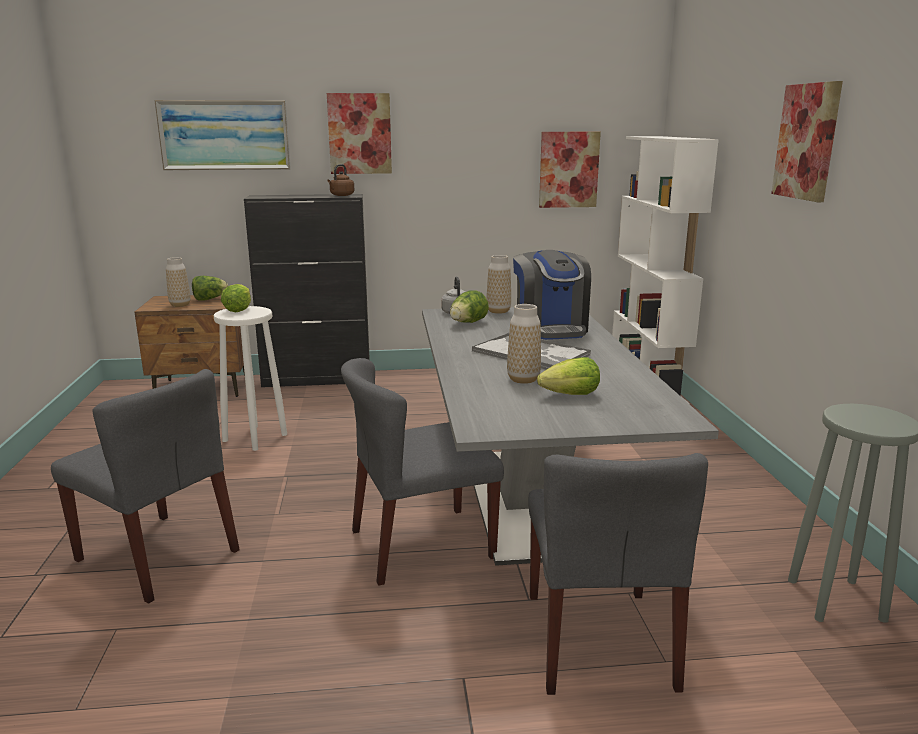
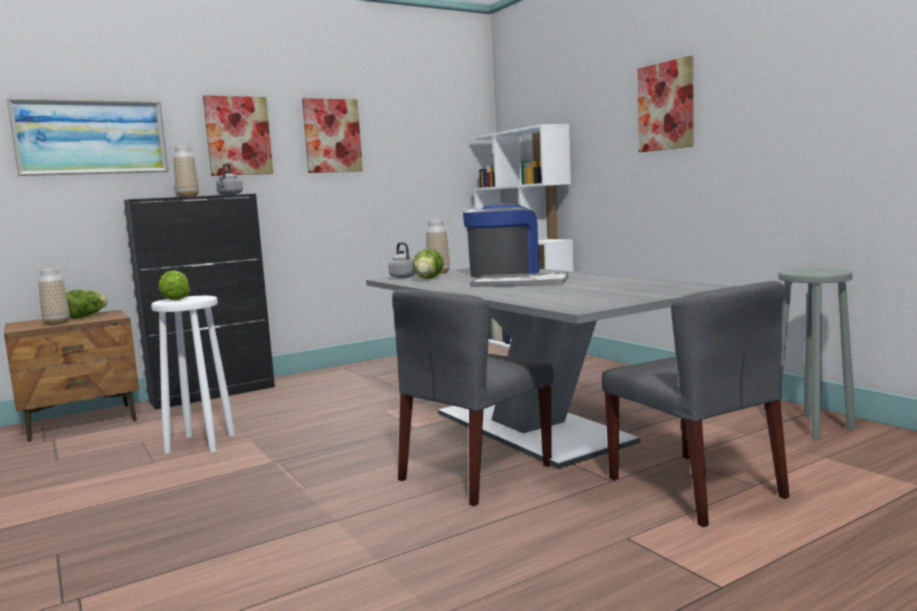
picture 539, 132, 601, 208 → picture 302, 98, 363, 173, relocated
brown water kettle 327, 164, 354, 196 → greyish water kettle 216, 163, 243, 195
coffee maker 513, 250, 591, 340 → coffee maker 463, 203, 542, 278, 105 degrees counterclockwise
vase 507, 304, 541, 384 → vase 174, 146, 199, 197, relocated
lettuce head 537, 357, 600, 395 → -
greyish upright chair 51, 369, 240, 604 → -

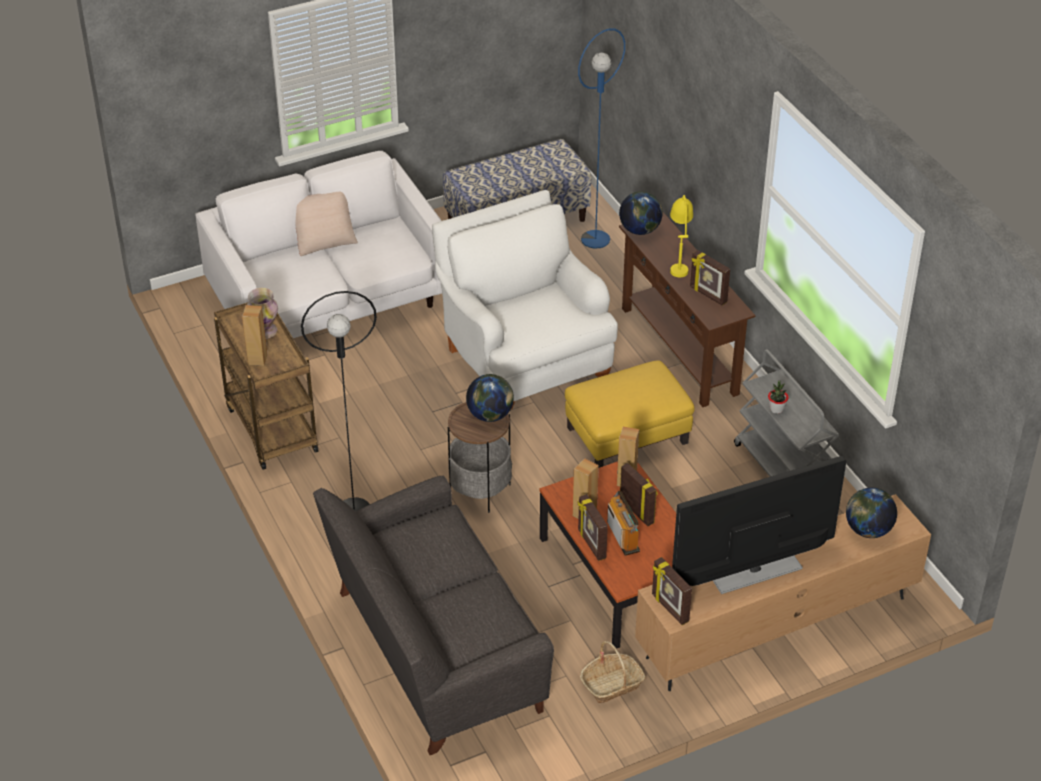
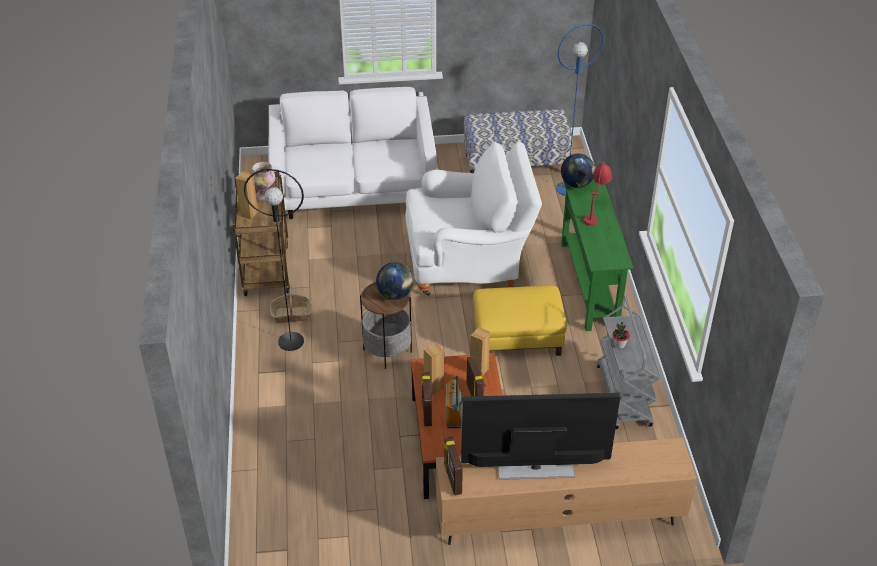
white-coloured armchair 432, 190, 618, 409 → white-coloured armchair 405, 142, 542, 296, 90 degrees clockwise
beige-coloured pillow 296, 192, 358, 256 → -
yellow-coloured table lamp 670, 195, 693, 277 → reddish table lamp 584, 161, 612, 226
brown console table 619, 212, 755, 407 → green-coloured console table 561, 179, 633, 331
standing frame 690, 250, 730, 305 → -
greyish sofa 313, 476, 554, 755 → -
globe 846, 488, 897, 538 → -
household basket 580, 641, 645, 703 → household basket 270, 283, 312, 323, relocated

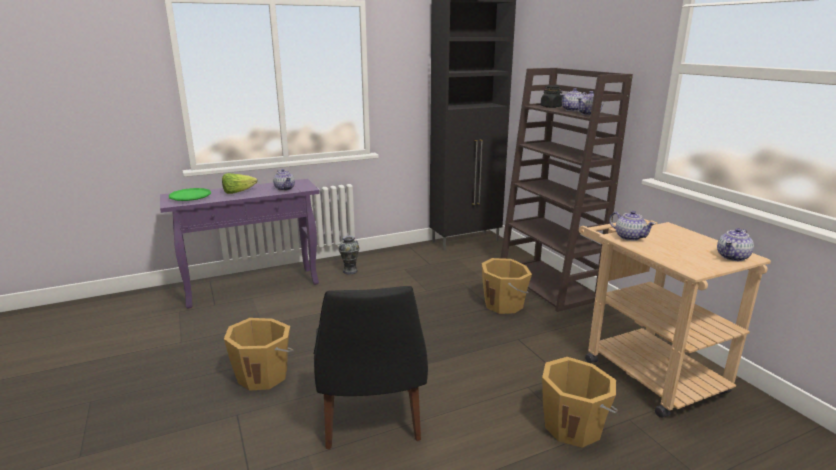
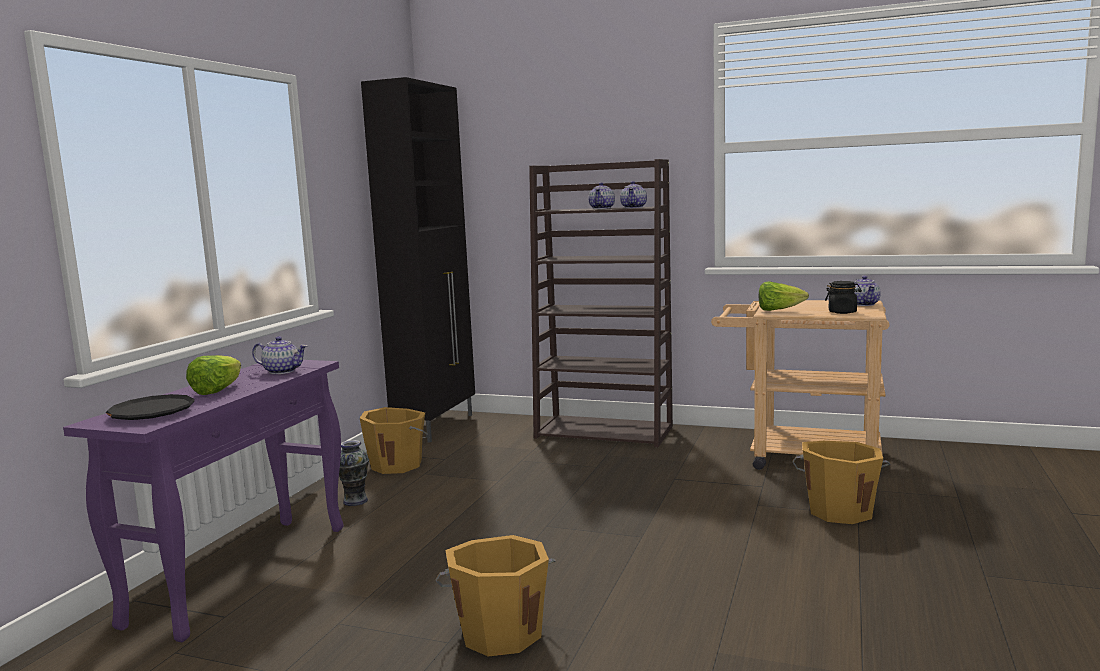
black-coloured jar 541, 85, 562, 108 → black-coloured jar 825, 281, 862, 314, relocated
green-coloured flat dish 169, 188, 211, 201 → black-coloured flat dish 106, 394, 195, 420
tea pot 609, 211, 656, 241 → lettuce head 759, 281, 809, 311
orange-coloured water bucket 482, 258, 532, 314 → orange-coloured water bucket 360, 407, 428, 474, relocated
black-coloured upright chair 314, 286, 428, 450 → -

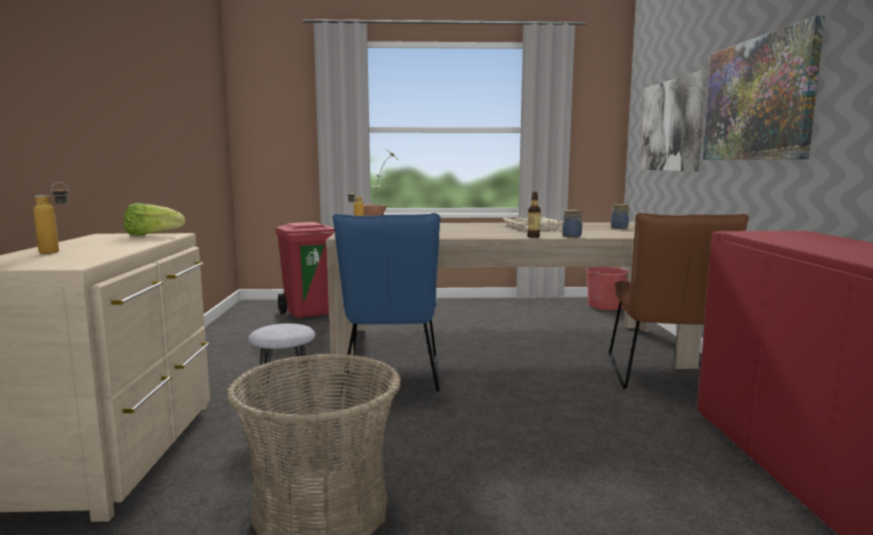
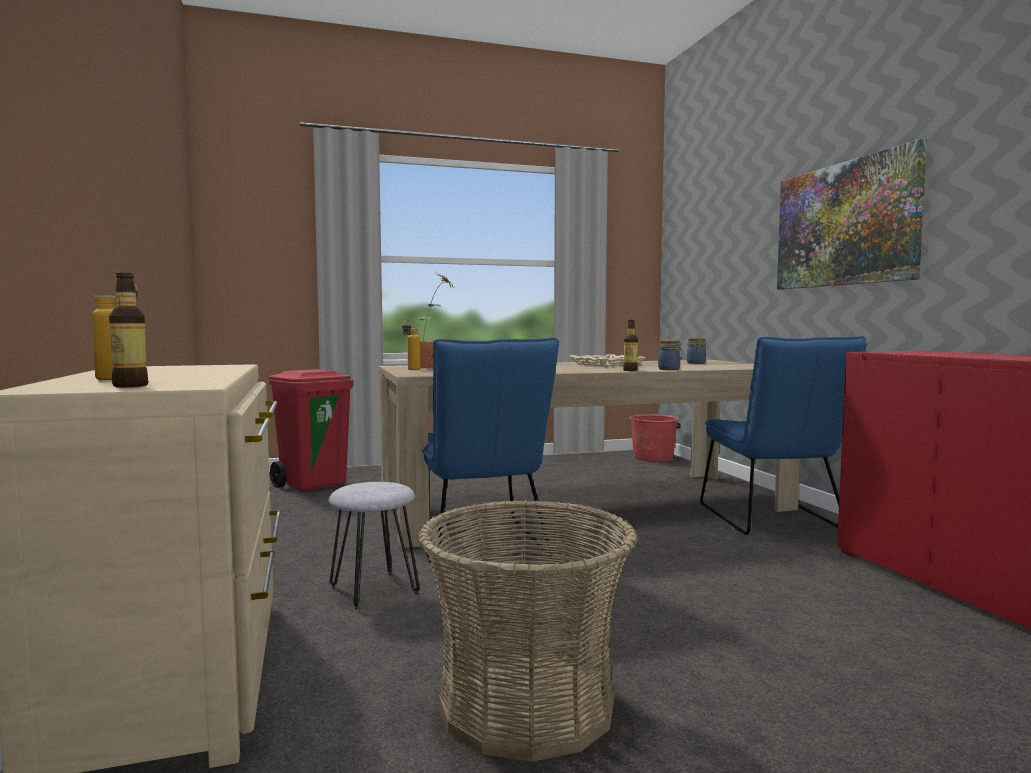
picture 640, 70, 707, 172 → -
lettuce head 124, 203, 185, 236 → -
brown upright chair 609, 213, 749, 389 → blue upright chair 700, 336, 866, 535
- → bottle 109, 271, 149, 387

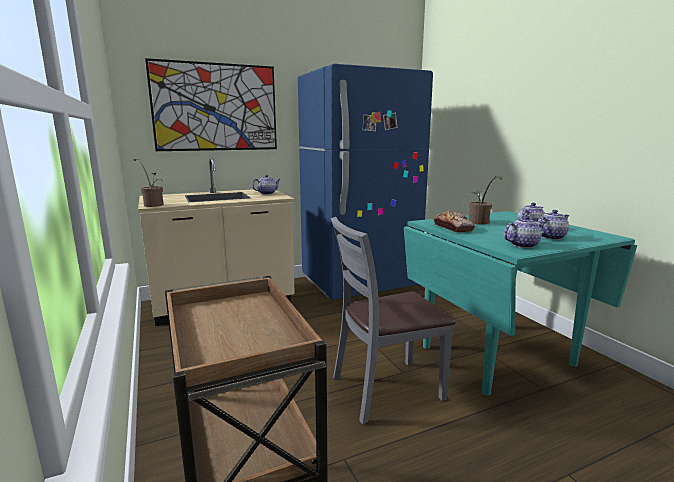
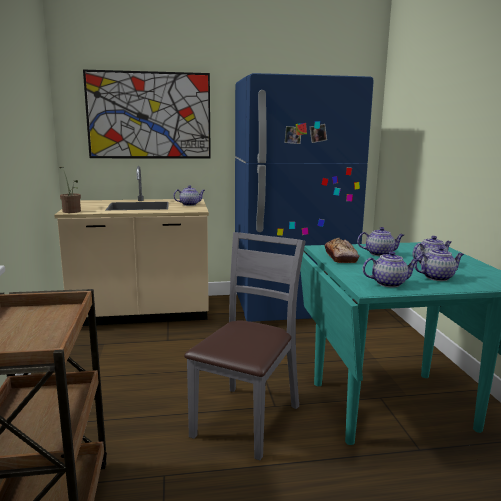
houseplant 469, 176, 502, 225 → tea pot 357, 227, 404, 256
greyish upright chair 331, 217, 456, 424 → greyish upright chair 184, 232, 306, 460, 120 degrees clockwise

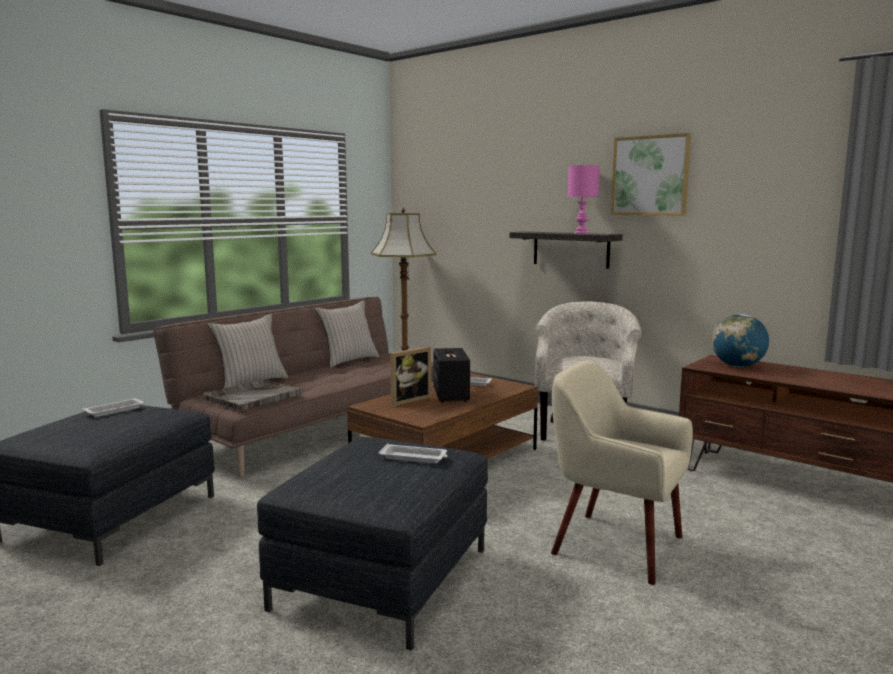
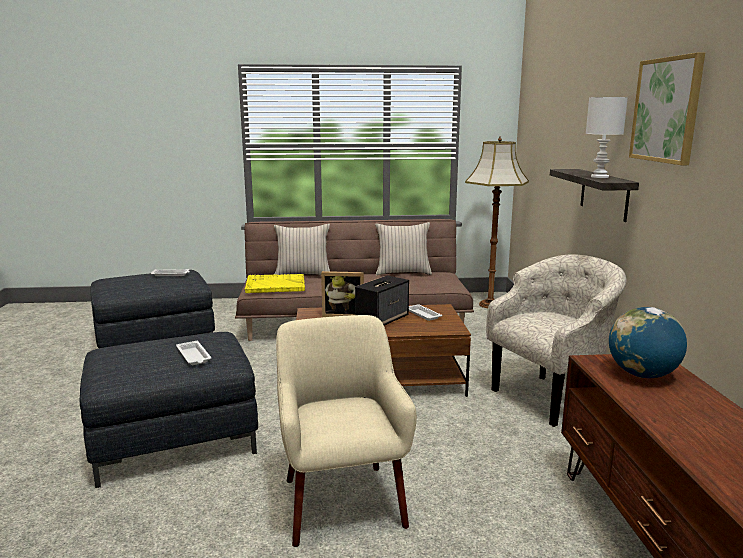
pinkish table lamp 568, 165, 600, 234 → white-coloured table lamp 586, 97, 628, 178
greyish carrying tray 203, 380, 303, 411 → yellow-coloured carrying tray 244, 274, 305, 293

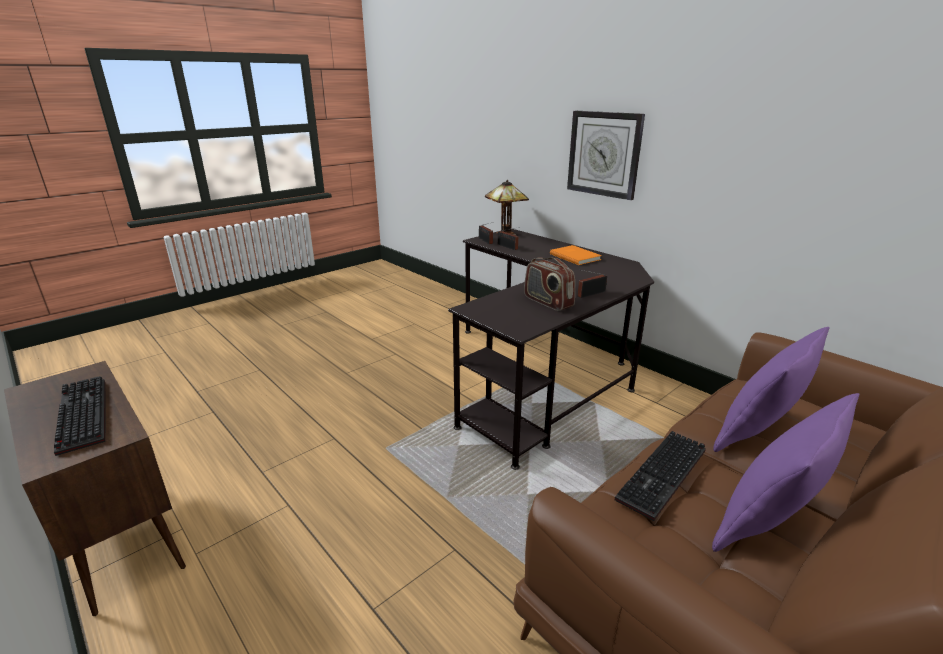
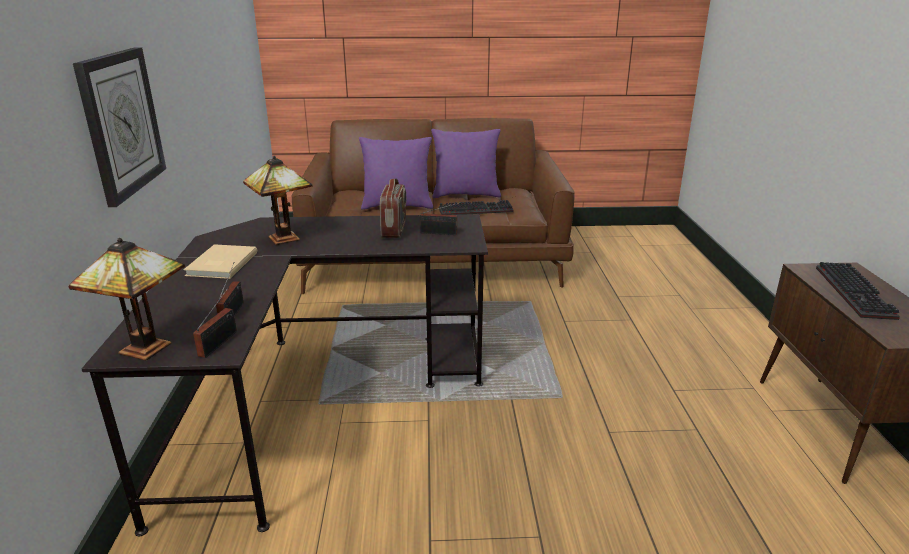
orange-coloured volume 550, 245, 602, 265 → beige-coloured volume 183, 244, 257, 279
radio receiver 577, 270, 607, 298 → radio receiver 419, 202, 462, 235, relocated
- → table lamp 243, 156, 313, 245

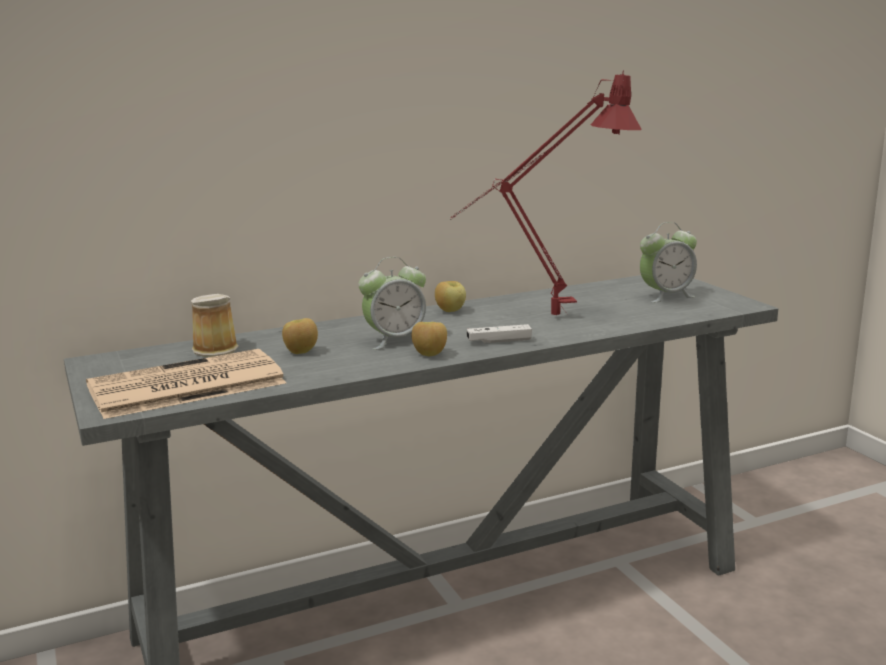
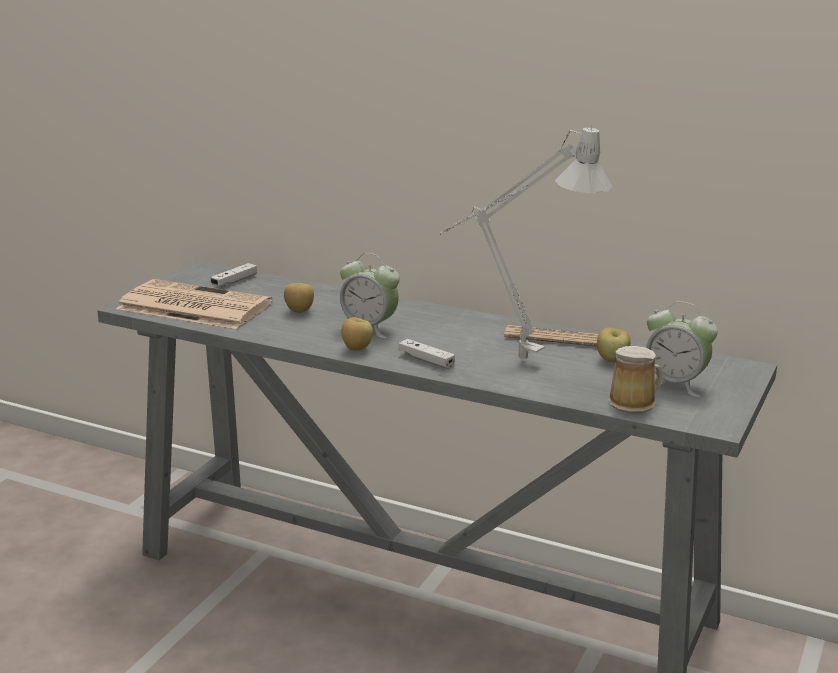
reddish table lamp 450, 70, 641, 315 → greyish table lamp 440, 125, 612, 359
apple 435, 281, 466, 312 → apple 597, 328, 630, 362, relocated
tea mug 191, 294, 238, 357 → tea mug 608, 346, 663, 413, relocated
- → white-coloured gamepad 210, 263, 257, 286
- → printed paper 504, 325, 599, 346

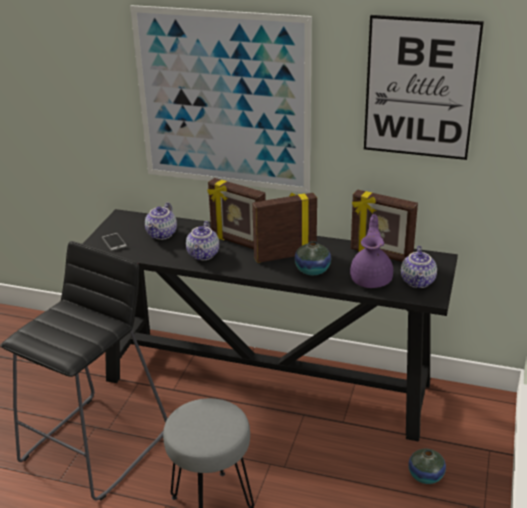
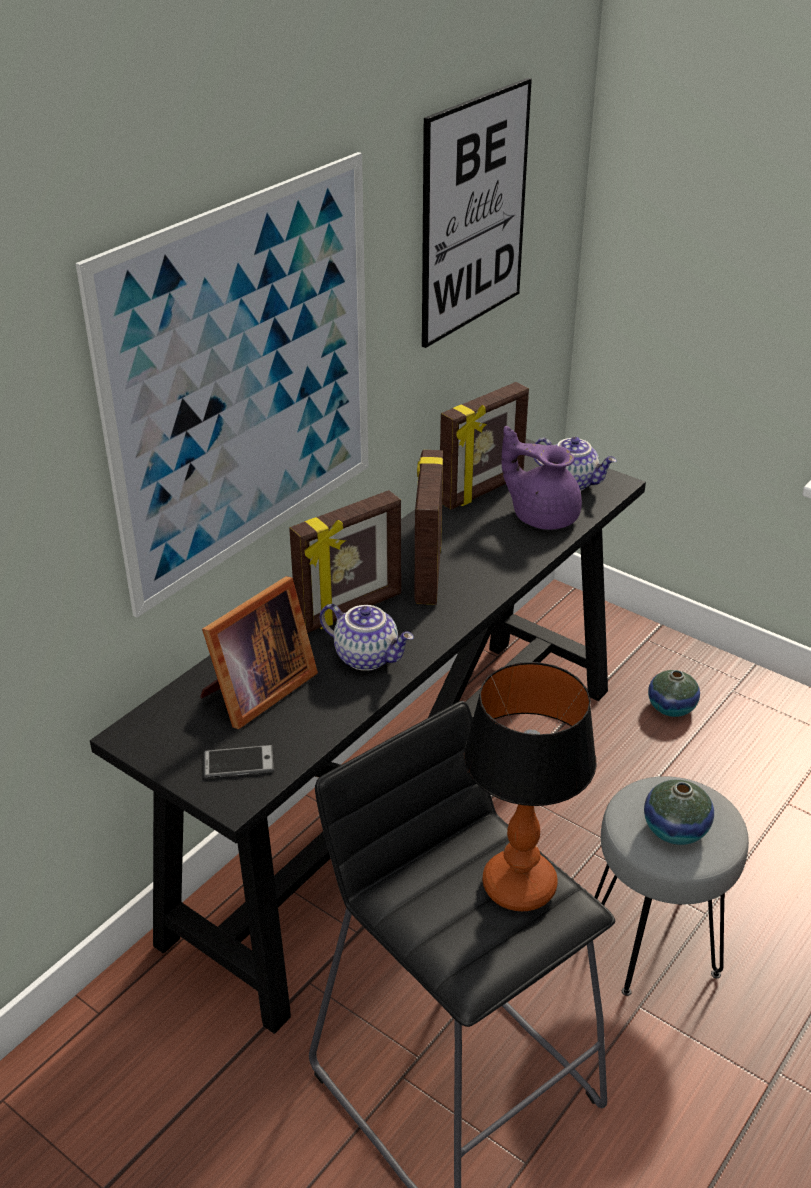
tea pot 145, 202, 177, 240 → standing frame 200, 576, 318, 729
vase 294, 241, 331, 275 → vase 644, 780, 714, 845, relocated
- → table lamp 464, 662, 597, 911

